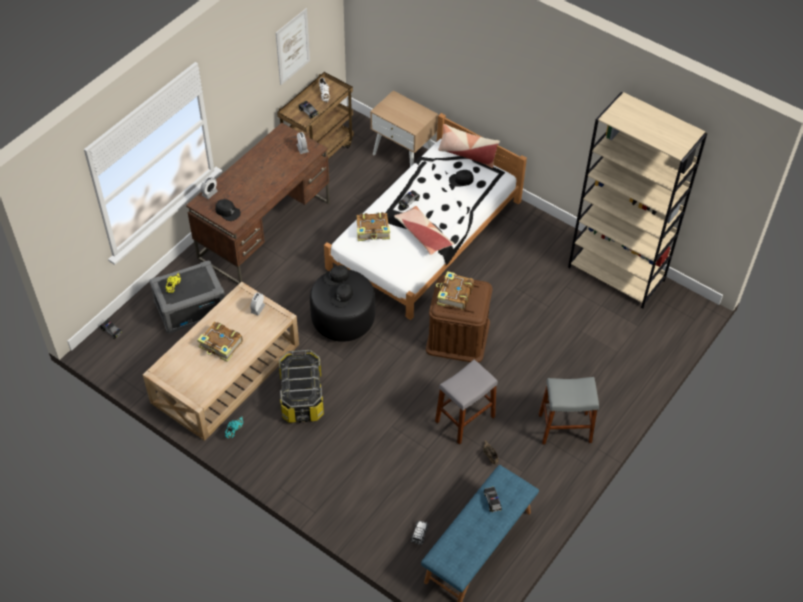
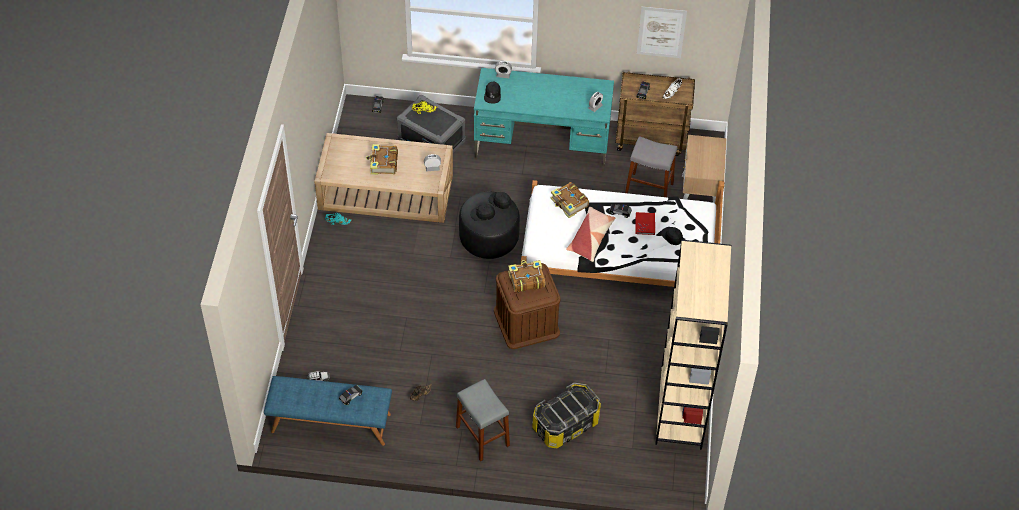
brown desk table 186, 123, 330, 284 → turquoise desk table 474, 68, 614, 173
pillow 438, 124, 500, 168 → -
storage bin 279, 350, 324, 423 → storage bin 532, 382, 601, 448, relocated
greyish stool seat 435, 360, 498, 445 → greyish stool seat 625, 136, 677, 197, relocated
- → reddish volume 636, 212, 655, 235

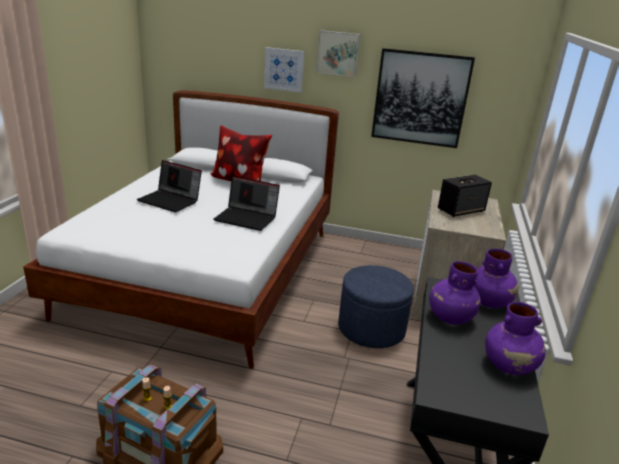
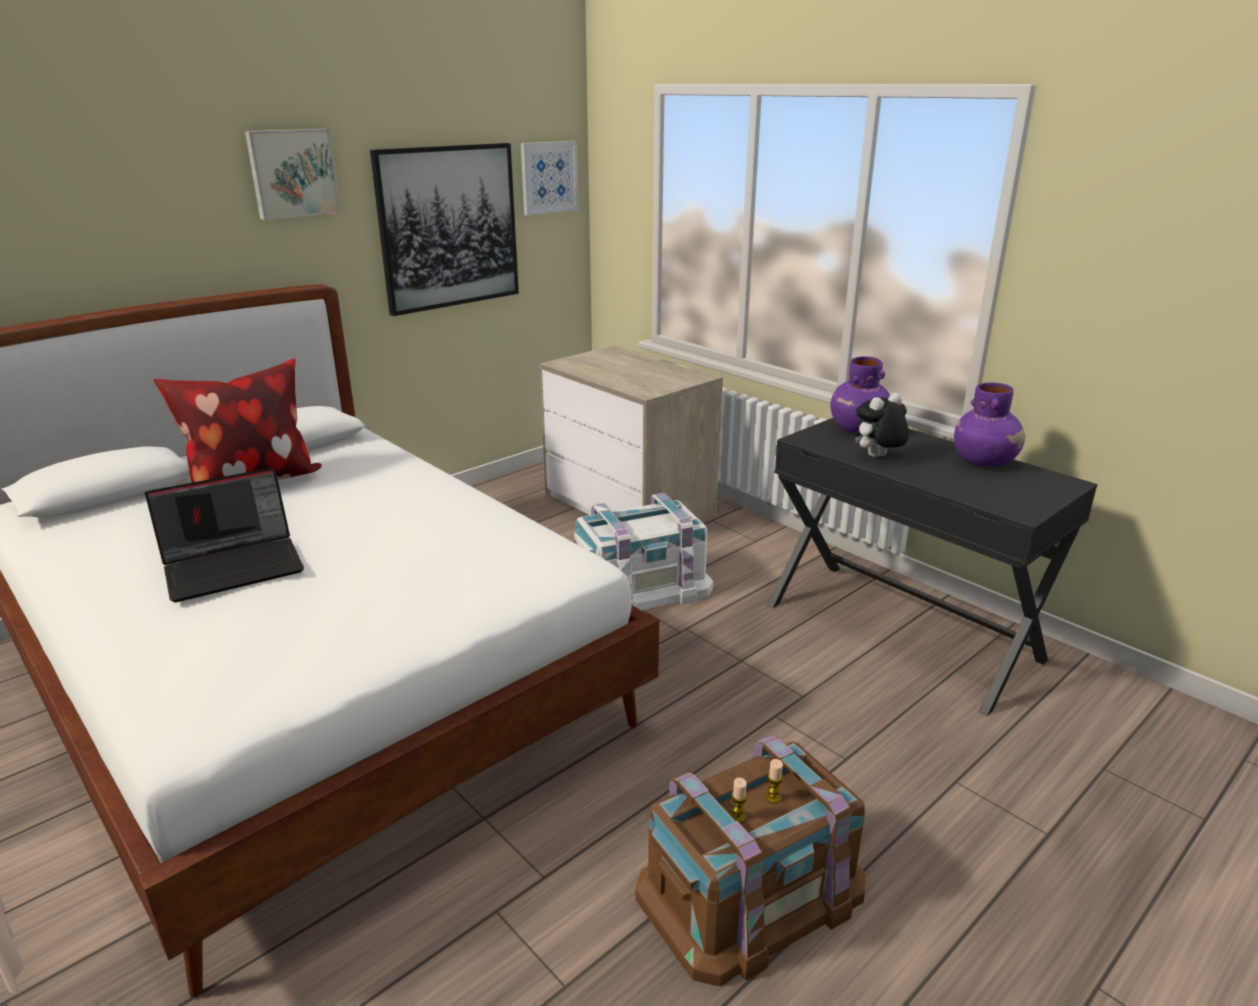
picture 264, 47, 304, 93 → picture 521, 141, 579, 215, relocated
speaker 438, 175, 492, 217 → -
portable computer 213, 176, 280, 231 → -
purplish vase 429, 261, 481, 325 → plush toy 855, 393, 909, 457
blue ottoman 338, 265, 414, 348 → white-coloured storage bin 574, 493, 713, 610

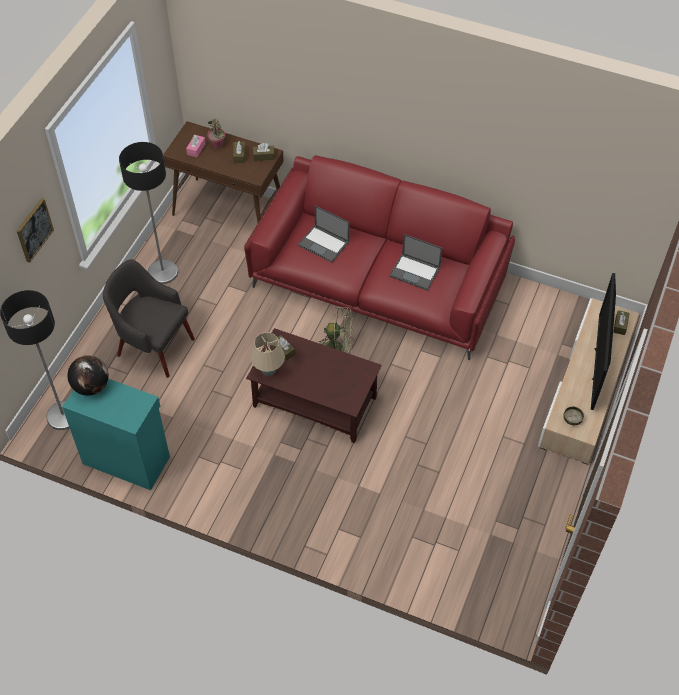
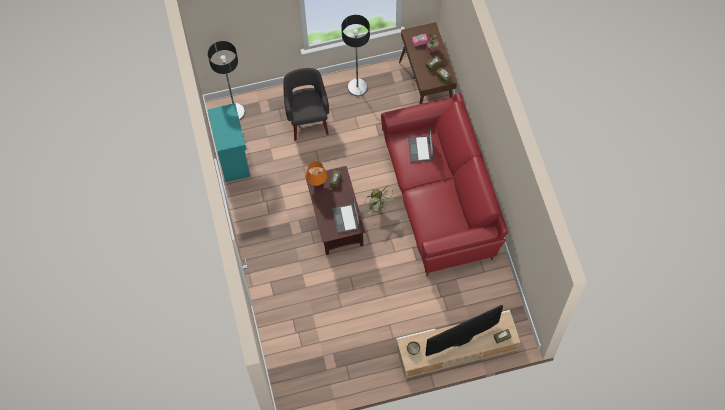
picture 17, 198, 54, 263 → -
portable computer 389, 234, 443, 291 → portable computer 332, 195, 360, 234, relocated
beige-coloured table lamp 251, 332, 285, 376 → orange-coloured table lamp 306, 161, 327, 186
globe 67, 355, 108, 396 → -

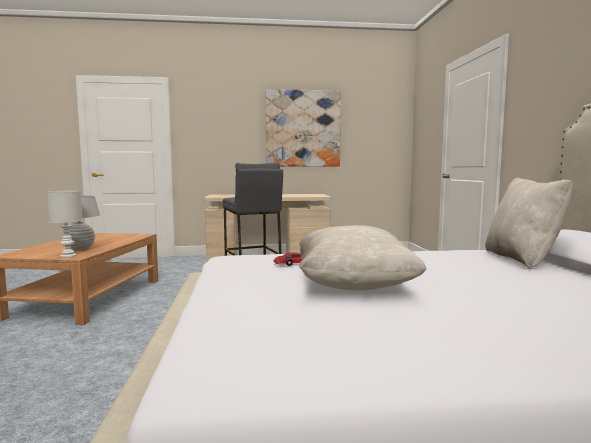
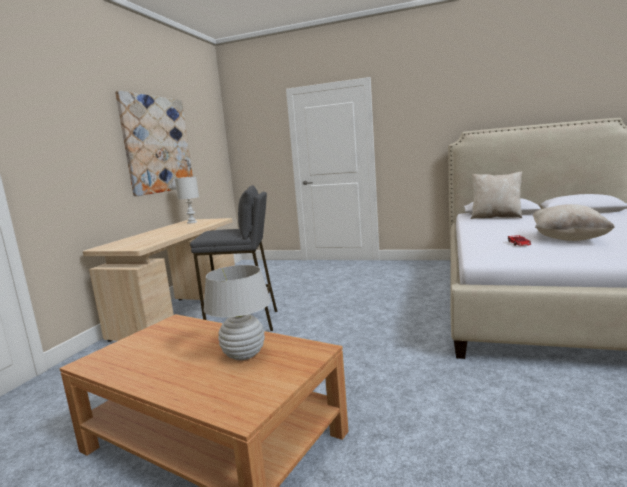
white-coloured table lamp 46, 191, 83, 258 → white-coloured table lamp 175, 176, 199, 224, relocated

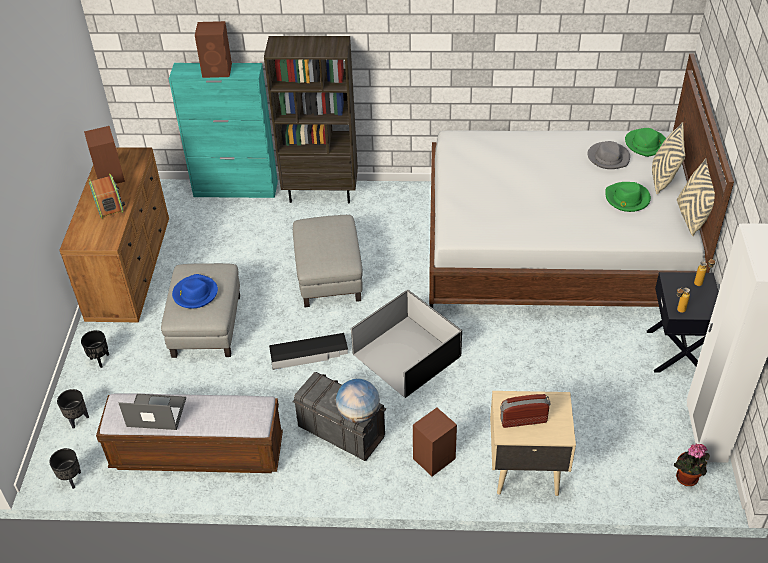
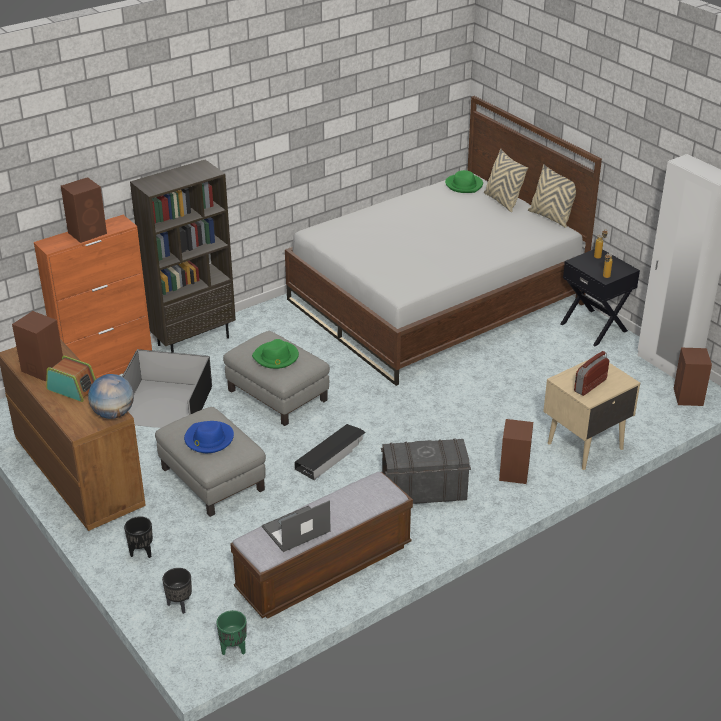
turquoise cupboard 169, 63, 278, 198 → orange-coloured cupboard 34, 215, 152, 378
greyish wearable hat 587, 141, 630, 169 → -
green-coloured wearable hat 605, 182, 651, 212 → green-coloured wearable hat 252, 339, 299, 369, relocated
black-coloured storage bin 351, 290, 462, 398 → black-coloured storage bin 122, 349, 212, 428, relocated
globe 336, 379, 380, 423 → globe 88, 374, 134, 419, relocated
houseplant 674, 443, 710, 486 → brown speaker 674, 348, 712, 406
black-coloured plant pot 49, 448, 81, 489 → green-coloured plant pot 217, 610, 247, 655

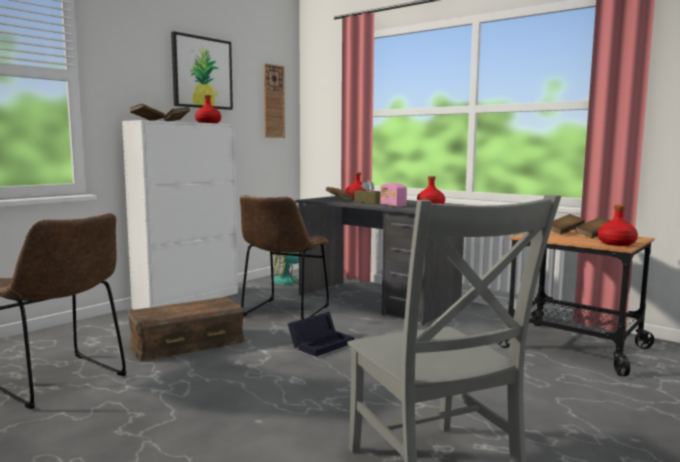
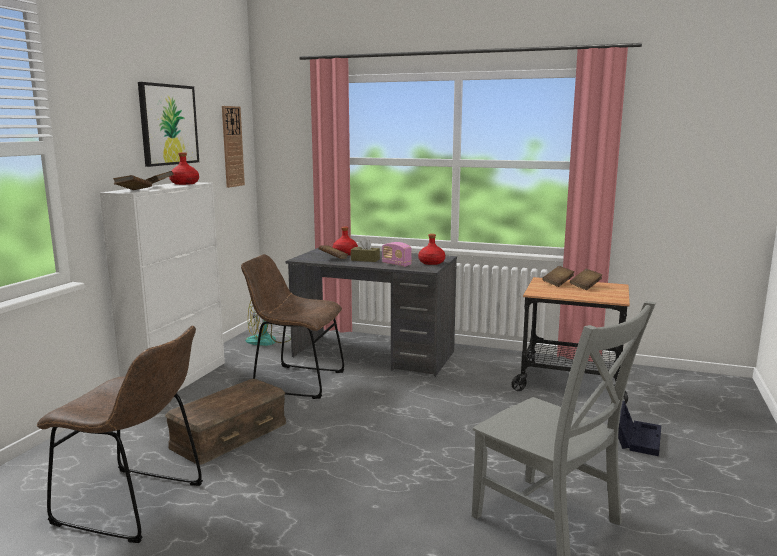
brown upright chair 240, 195, 329, 319 → brown upright chair 241, 254, 345, 399, 105 degrees clockwise
reddish bottle 598, 205, 638, 246 → -
black-coloured storage bin 288, 312, 354, 357 → black-coloured storage bin 618, 401, 661, 456, relocated

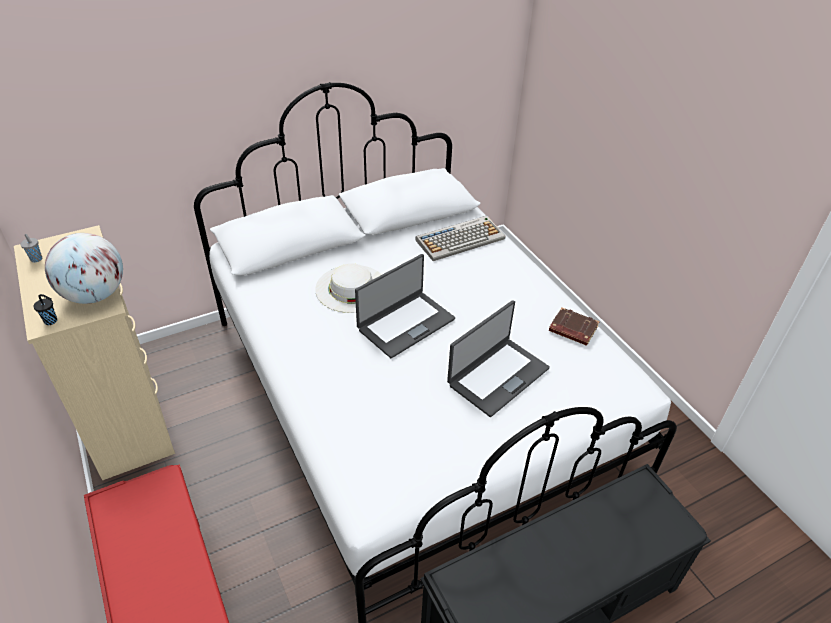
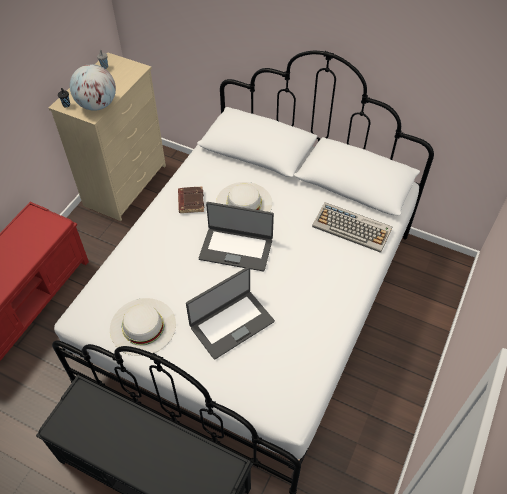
portable computer 447, 300, 550, 417 → portable computer 186, 267, 275, 360, 45 degrees counterclockwise
brown volume 549, 307, 599, 346 → brown volume 178, 186, 204, 213, relocated
- → white-coloured wearable hat 110, 298, 176, 356

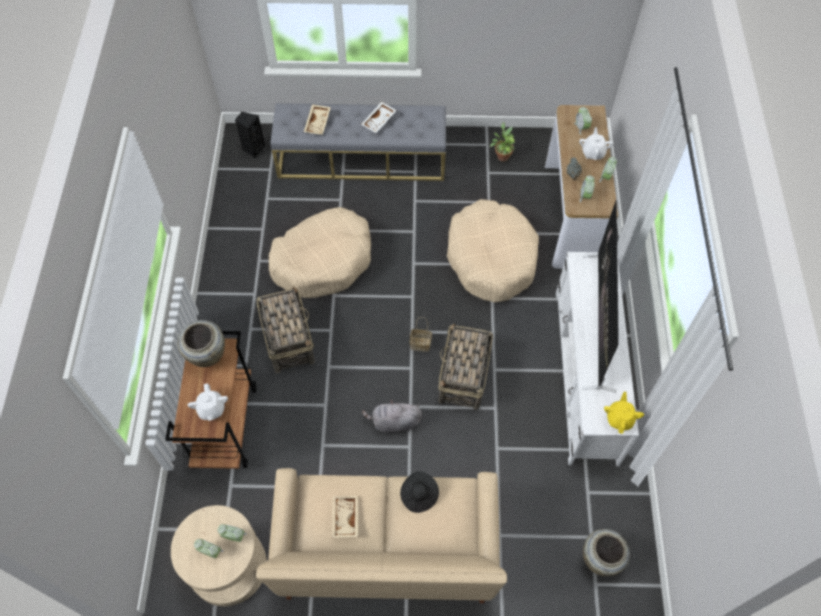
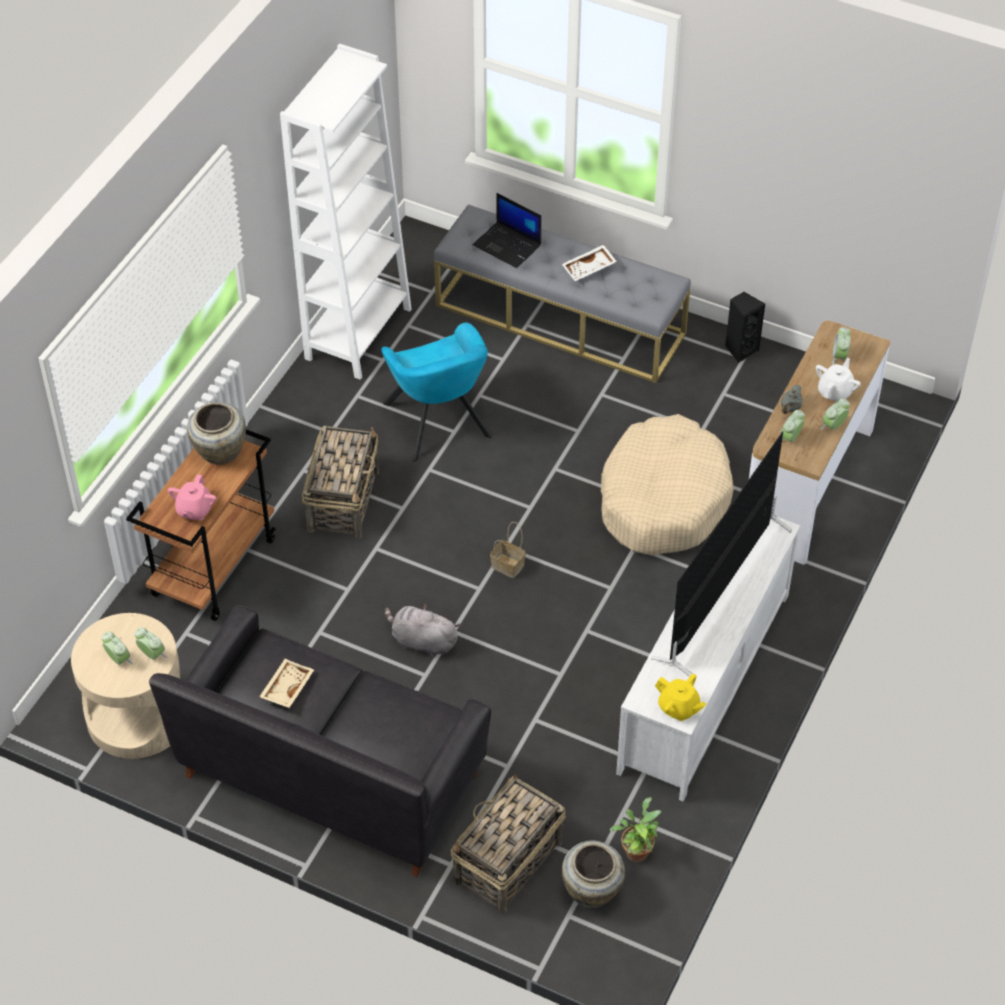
beige-coloured carrying tray 304, 104, 331, 135 → portable computer 473, 193, 541, 268
black-coloured speaker 235, 112, 265, 158 → black-coloured speaker 725, 292, 765, 363, relocated
houseplant 490, 122, 515, 162 → houseplant 610, 797, 662, 862, relocated
beige-coloured dog cushion 269, 207, 371, 298 → turquoise armchair 381, 322, 492, 462
household basket 438, 324, 493, 410 → household basket 451, 774, 566, 914, relocated
white-coloured tea pot 188, 384, 228, 421 → pinkish tea pot 168, 474, 217, 520
yellow-coloured tea pot 604, 392, 644, 434 → yellow-coloured tea pot 655, 674, 706, 721, 90 degrees clockwise
beige-coloured sofa 256, 468, 507, 603 → black-coloured sofa 149, 605, 491, 877
black-coloured wearable hat 400, 471, 439, 513 → -
- → white-coloured bookcase 280, 44, 412, 380

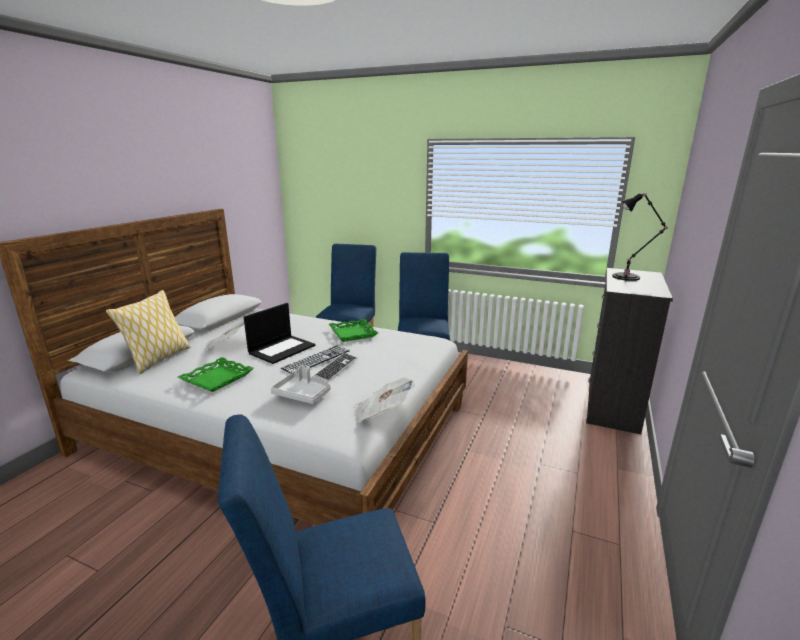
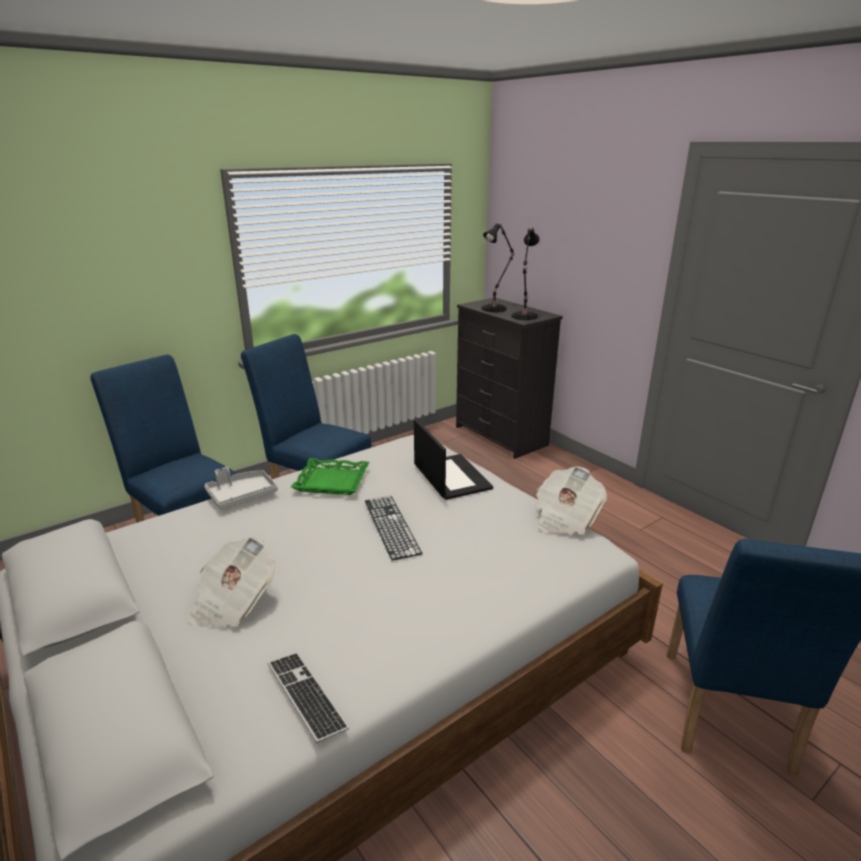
pillow 106, 290, 191, 374 → -
portable computer 244, 303, 315, 364 → portable computer 414, 419, 493, 500, relocated
keyboard 314, 353, 357, 382 → keyboard 268, 652, 349, 744, relocated
green-coloured carrying tray 178, 357, 254, 392 → -
greyish carrying tray 271, 365, 331, 404 → greyish carrying tray 205, 467, 278, 509, relocated
- → black-coloured table lamp 511, 227, 539, 320

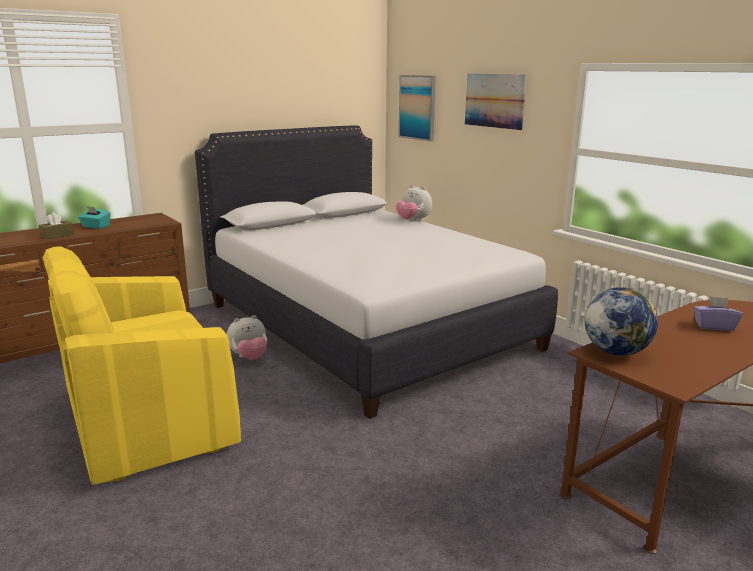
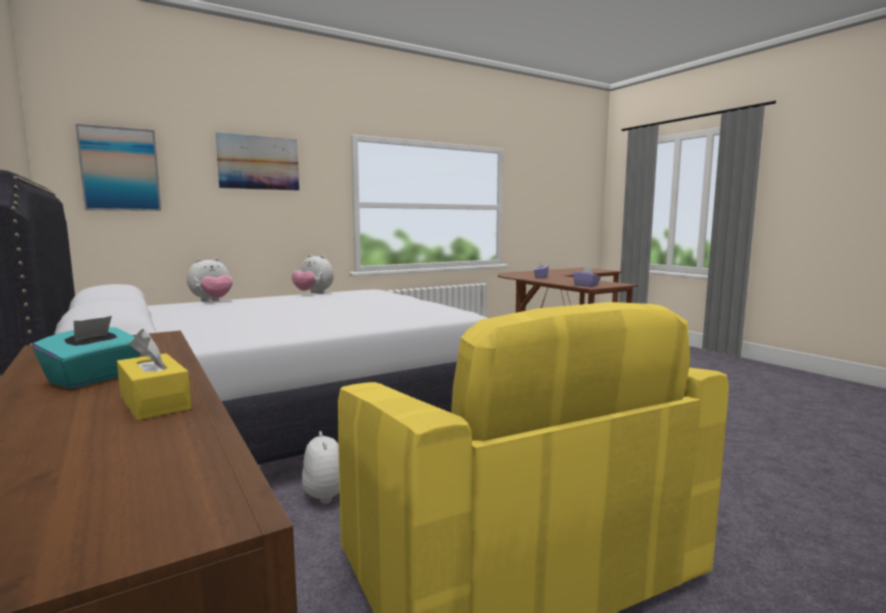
brown box of tissues 38, 212, 74, 239 → yellow-coloured box of tissues 117, 329, 192, 420
globe 584, 287, 658, 356 → purplish box of tissues 573, 267, 601, 287
- → plush toy 292, 254, 334, 294

